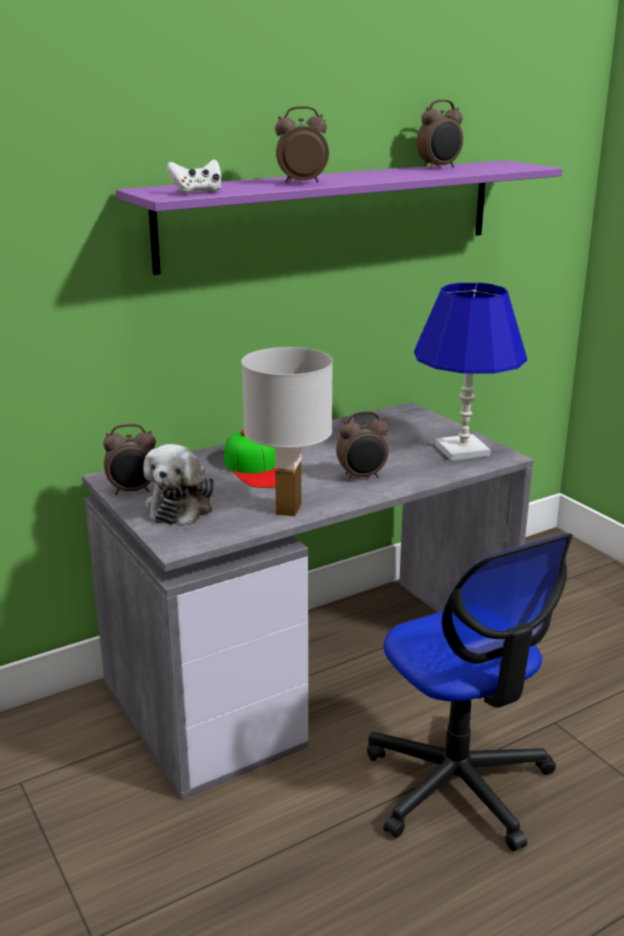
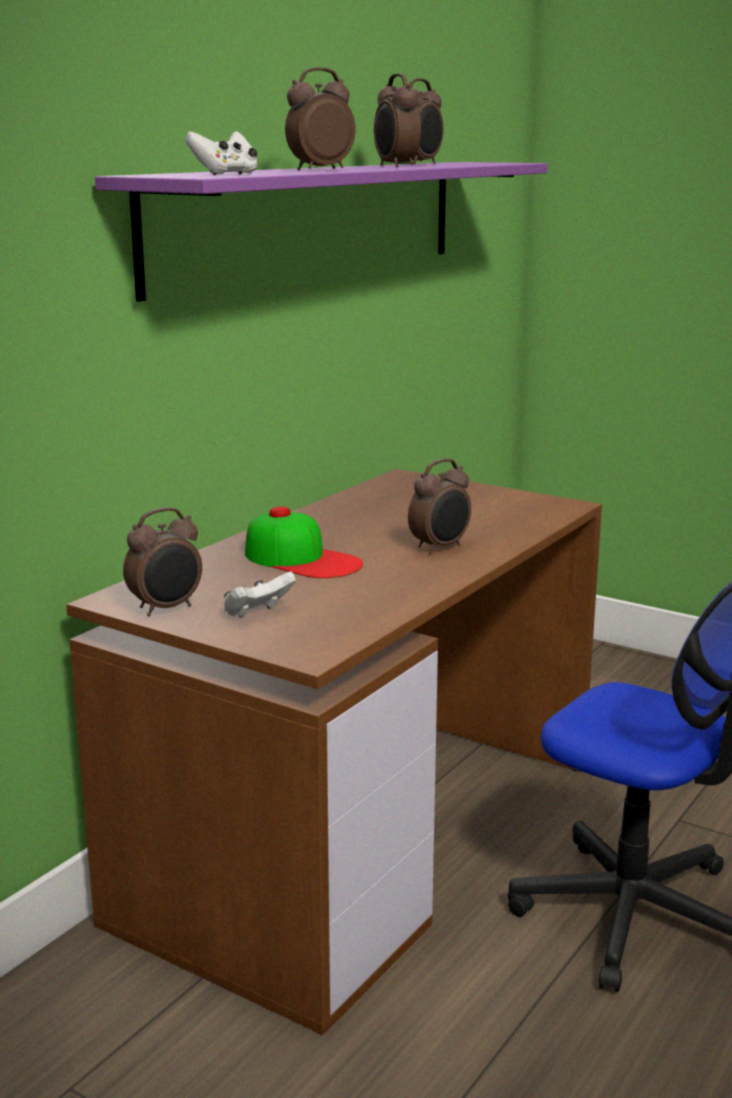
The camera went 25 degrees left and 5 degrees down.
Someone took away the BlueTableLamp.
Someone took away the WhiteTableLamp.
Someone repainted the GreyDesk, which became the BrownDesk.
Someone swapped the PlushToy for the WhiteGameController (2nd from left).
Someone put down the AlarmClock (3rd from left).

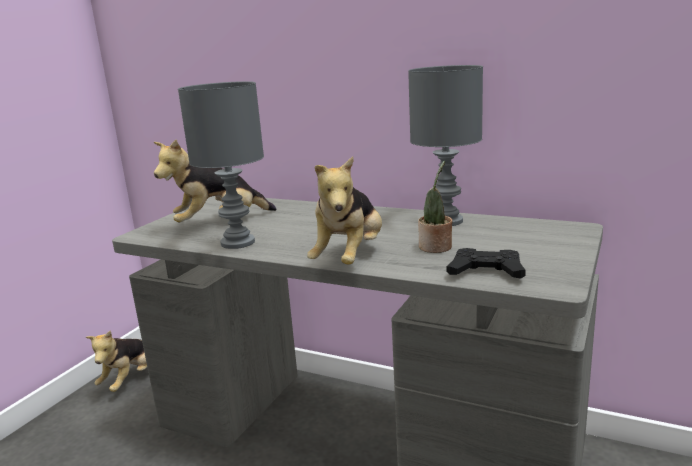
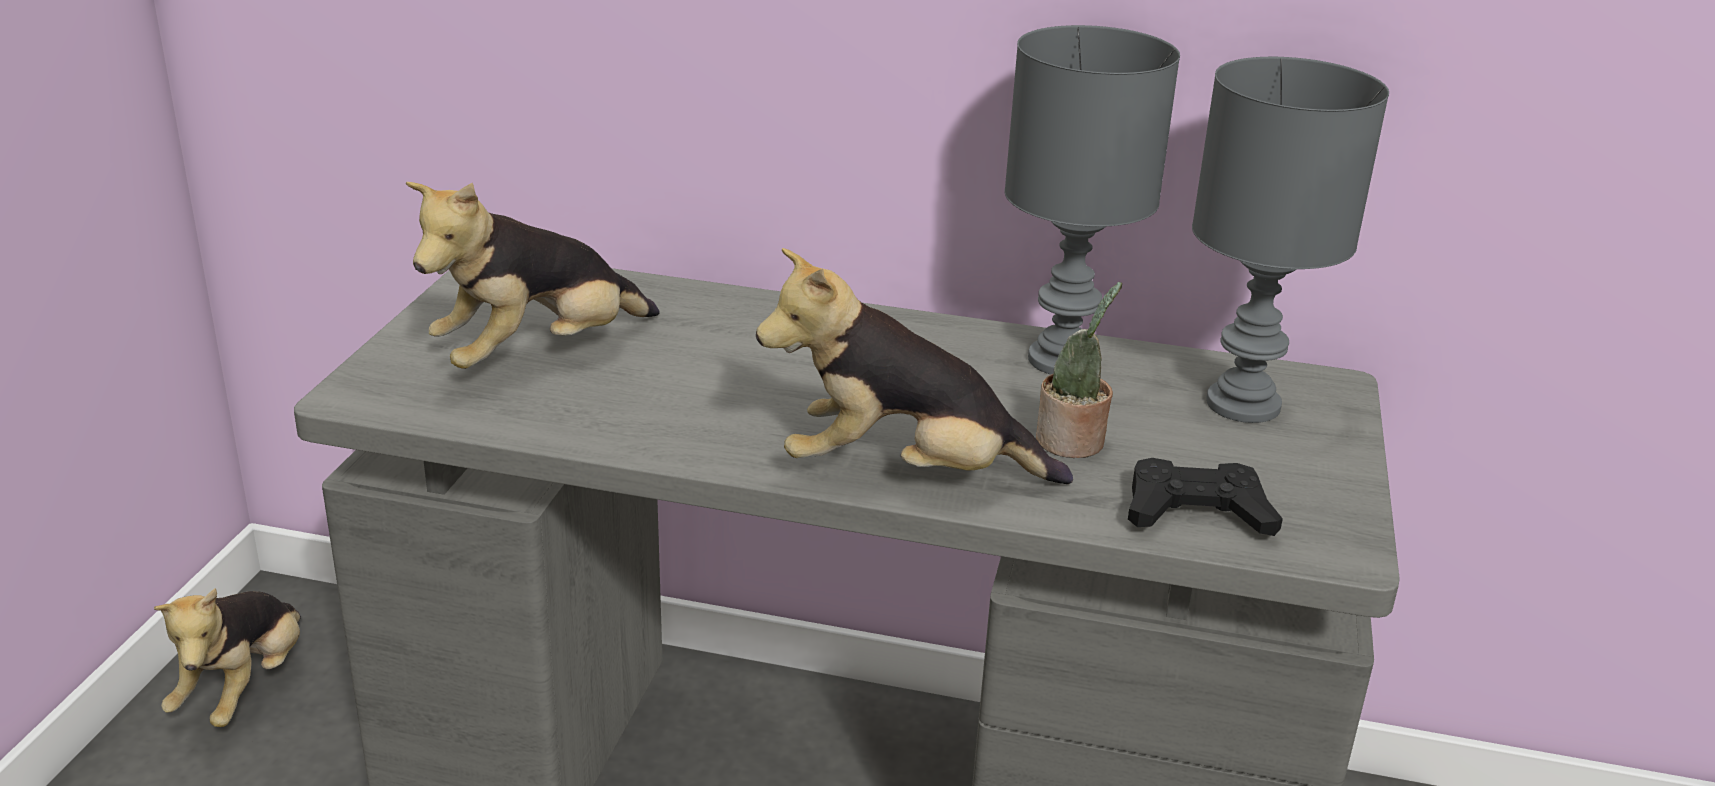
The camera went 15 degrees left and 10 degrees up.
Someone carried the GreyTableLamp (1st from left in the first image).
Someone rotated the PlushToy (3rd from left) by 90 degrees clockwise.

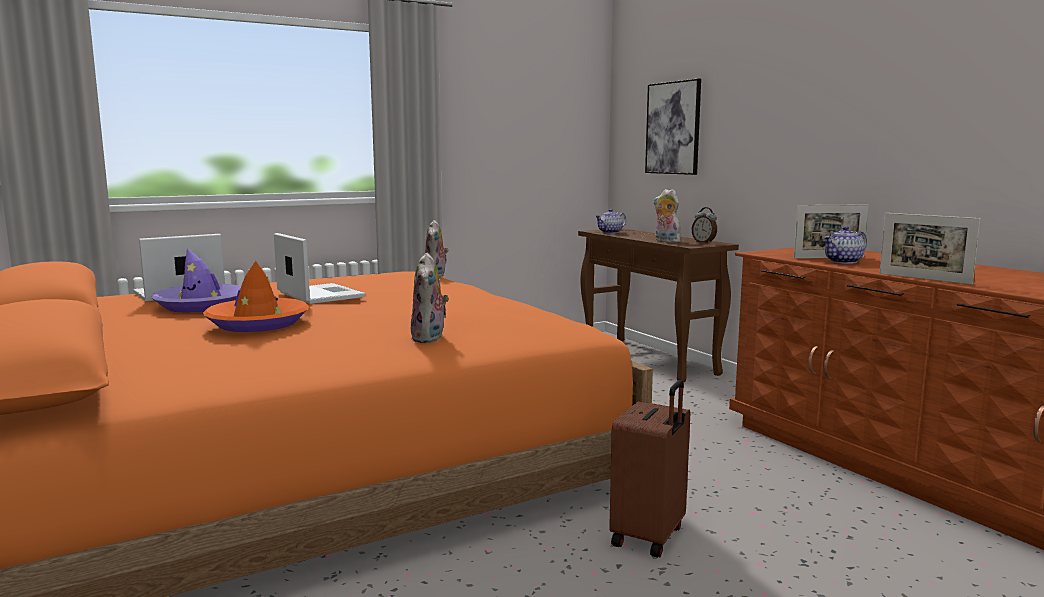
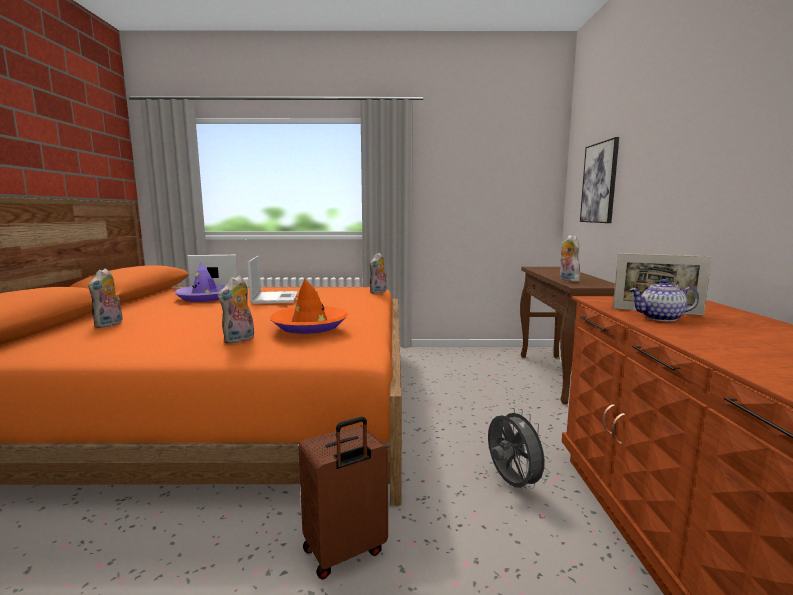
The camera went 30 degrees right and 0 degrees up.
Someone took away the AlarmClock.
Someone took away the Teapot (1st from left).
Someone took away the PictureFrame (2nd from left).
Someone carried the OrangeHat.
Someone put down the PlushToy (1st from left).
Someone put down the GreyFan.

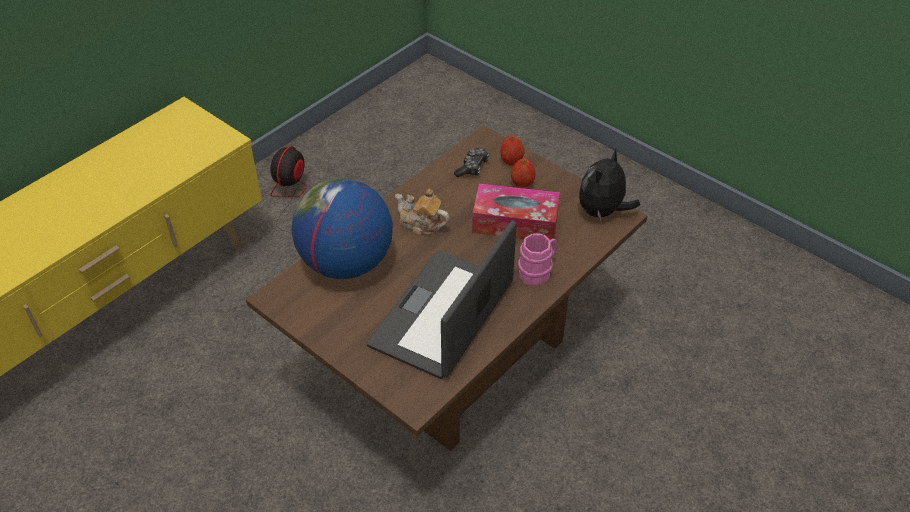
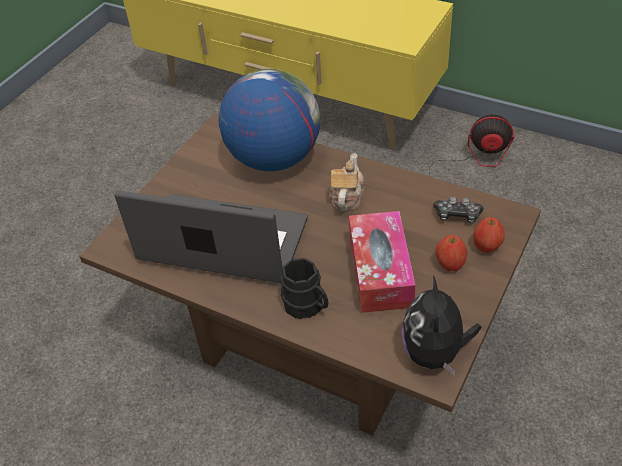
The camera went 80 degrees right and 0 degrees up.
Someone rotated the PlushToy by 105 degrees counterclockwise.
Someone repainted the PinkMug, which became the BlackMug.

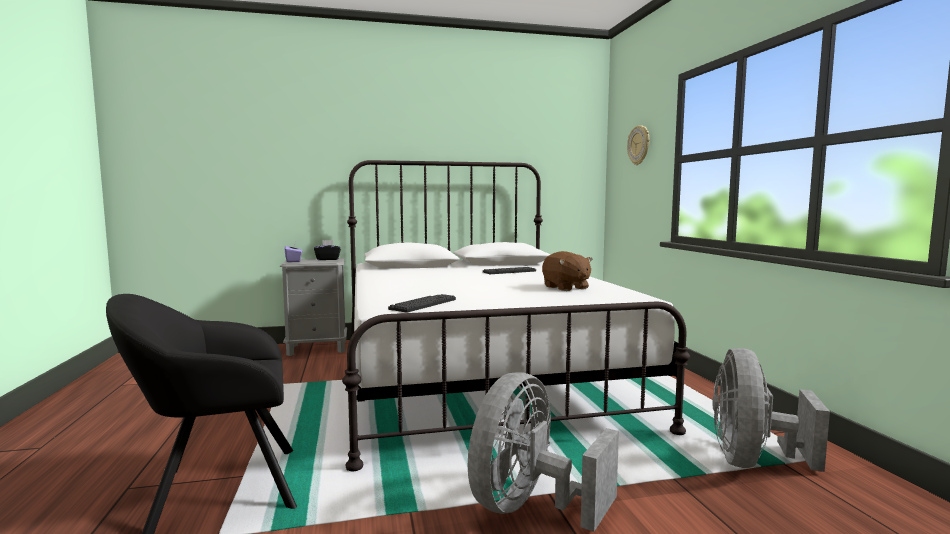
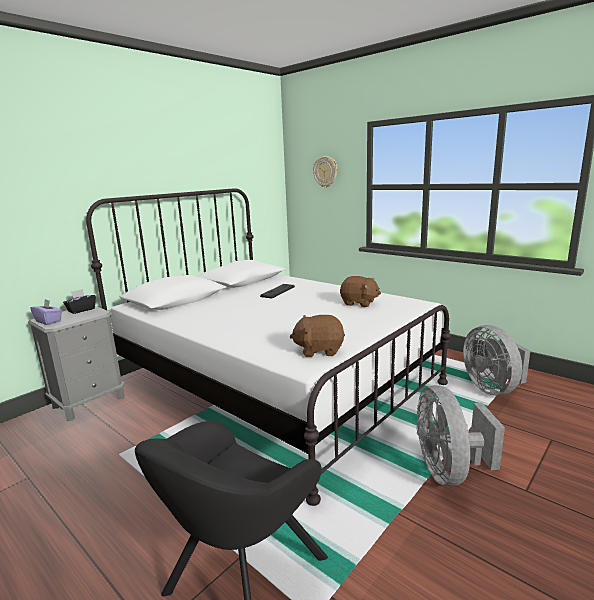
The camera went 35 degrees left and 10 degrees up.
Someone swapped the Keyboard (1st from left) for the BrownPlushToy (1st from left).

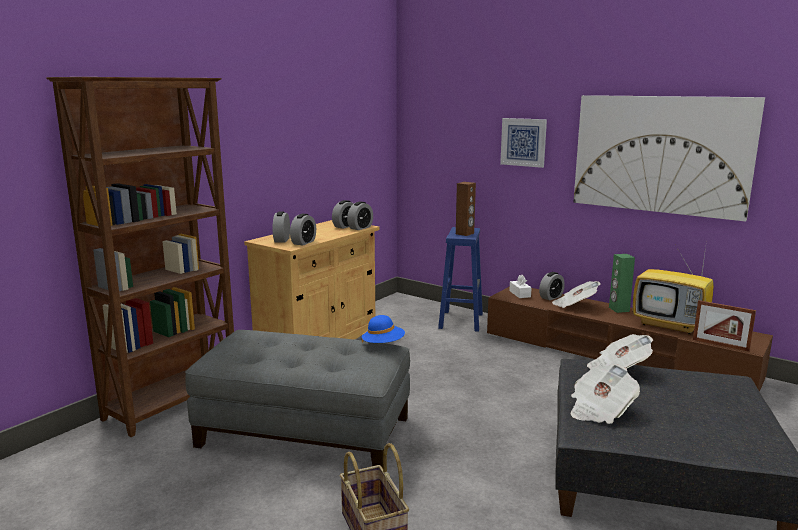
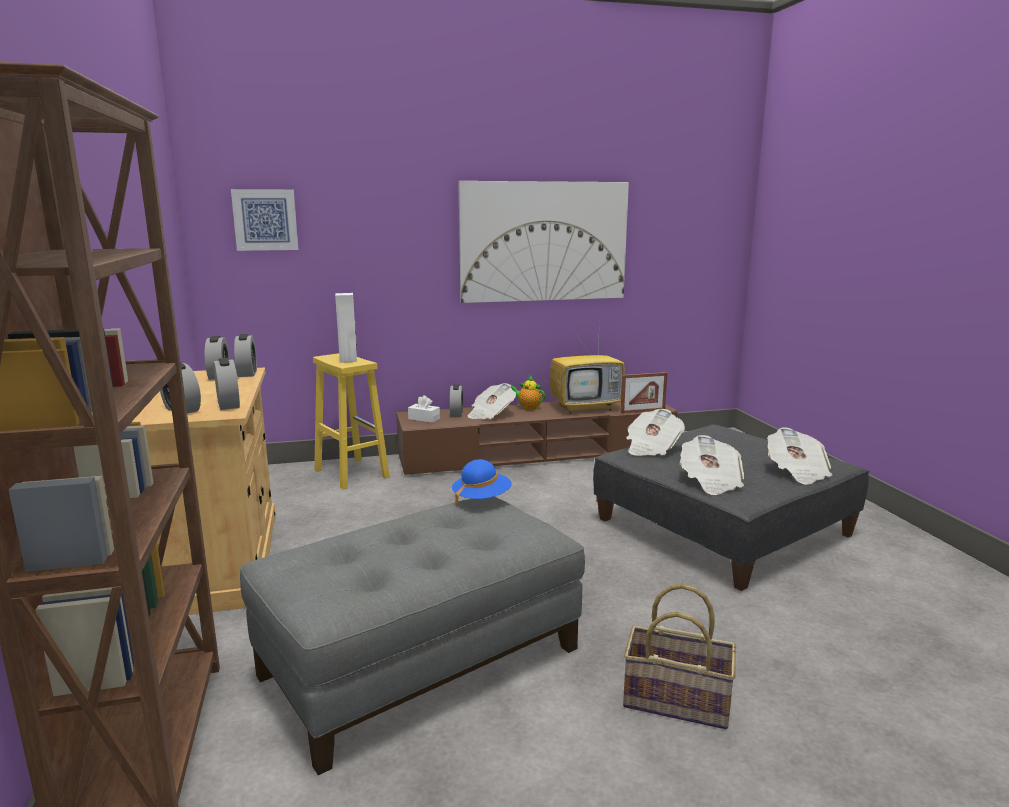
The camera went 50 degrees left and 0 degrees up.
Someone carried the Picture (1st from left).
Someone repainted the BrownSpeaker, which became the WhiteSpeaker.
Someone repainted the BlueStool, which became the YellowStool.
Someone swapped the GreenSpeaker for the Teapot.
Someone put down the Newspaper (4th from left).

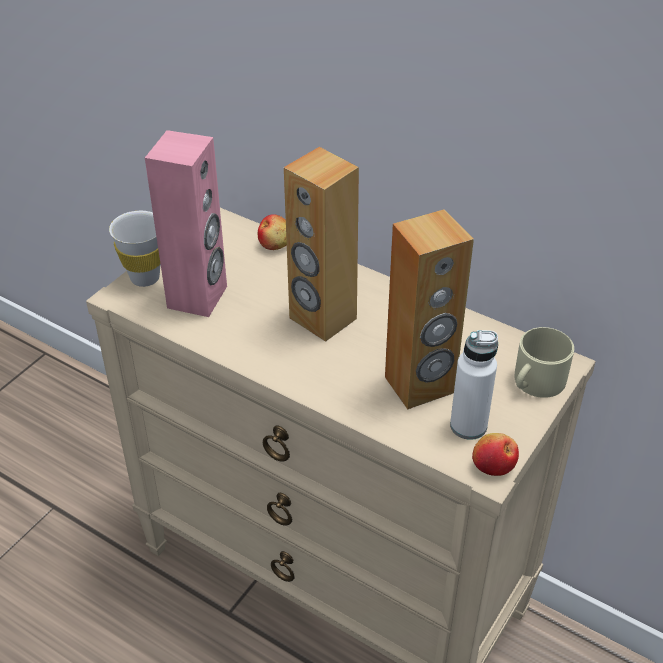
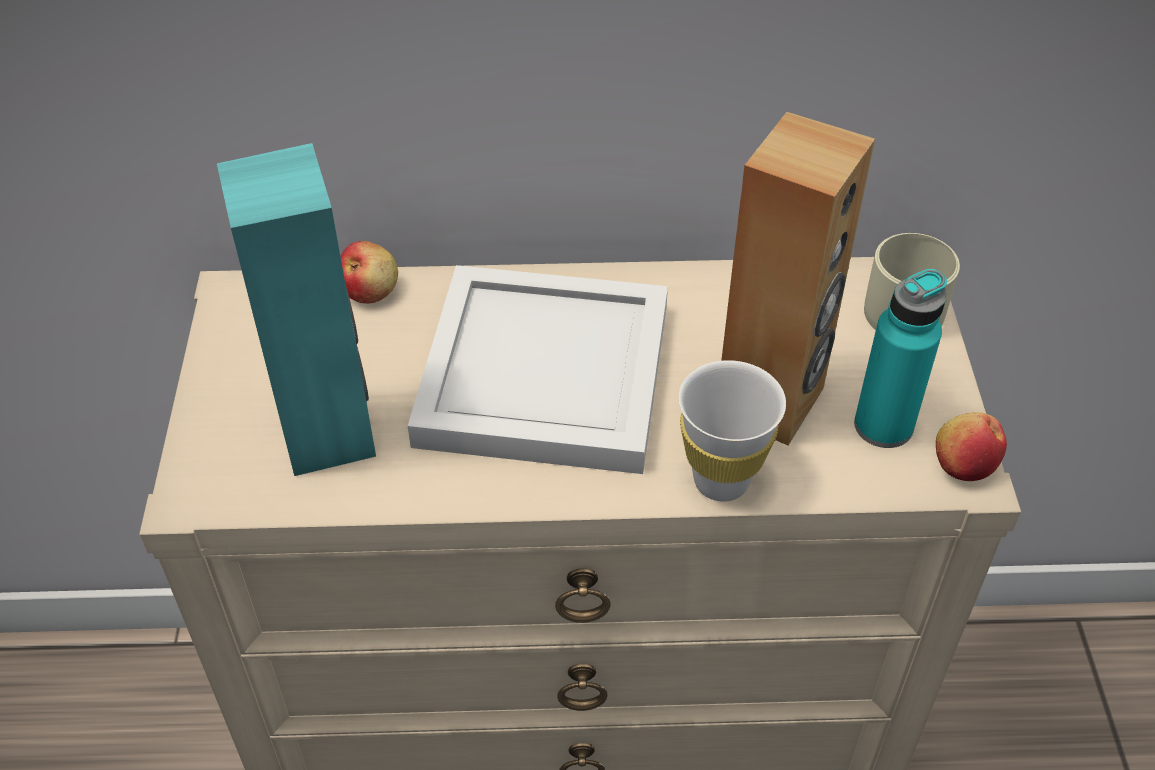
The camera went 35 degrees left and 5 degrees up.
Someone repainted the PinkSpeaker, which became the TurquoiseSpeaker.
Someone swapped the BrownSpeaker (1st from left) for the WhiteTray.
Someone carried the WhiteCup.
Someone repainted the WhiteBottle, which became the TurquoiseBottle.

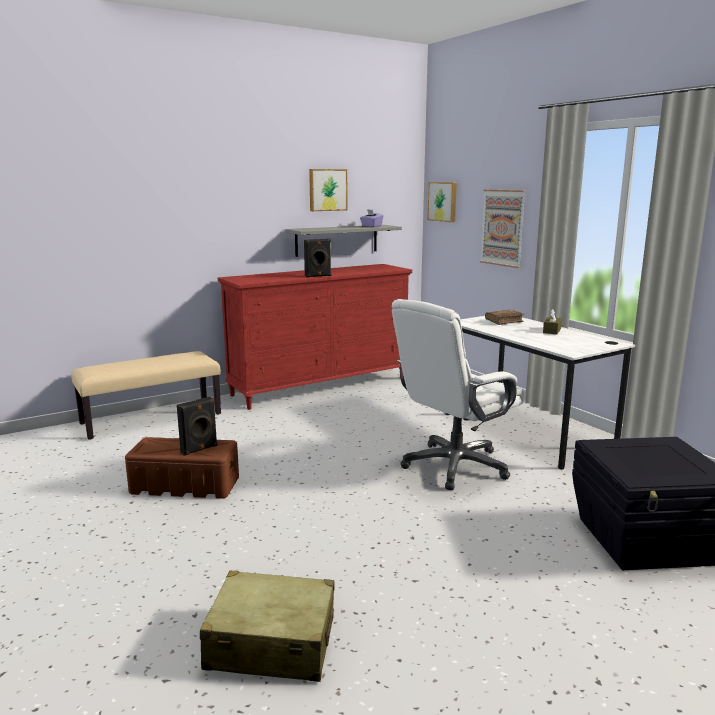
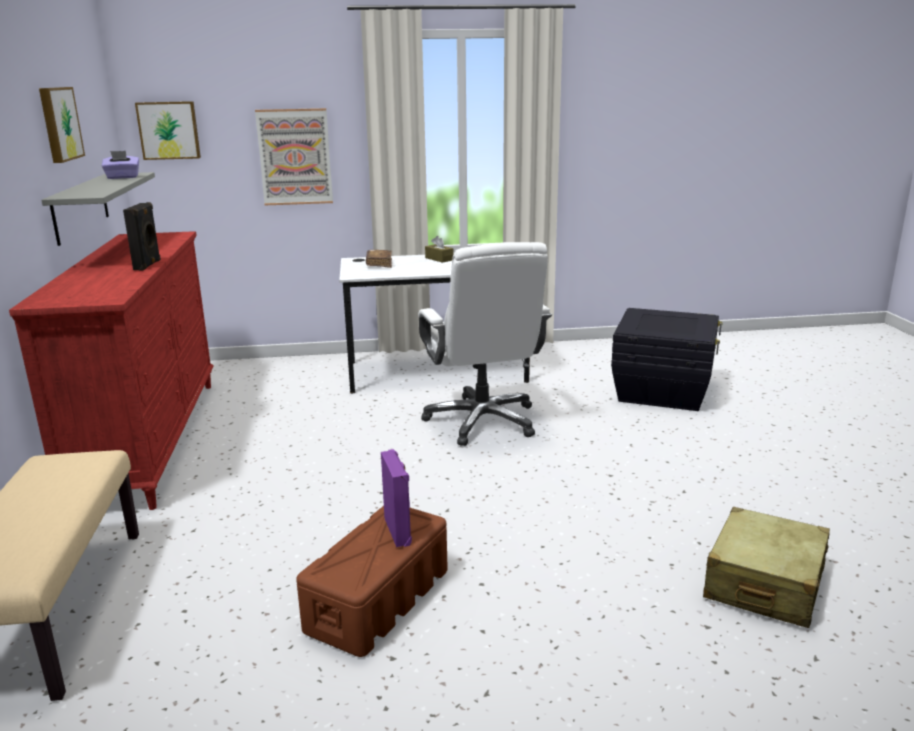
The camera went 65 degrees left and 5 degrees up.
Someone repainted the BlackSpeaker (1st from left), which became the PurpleSpeaker.

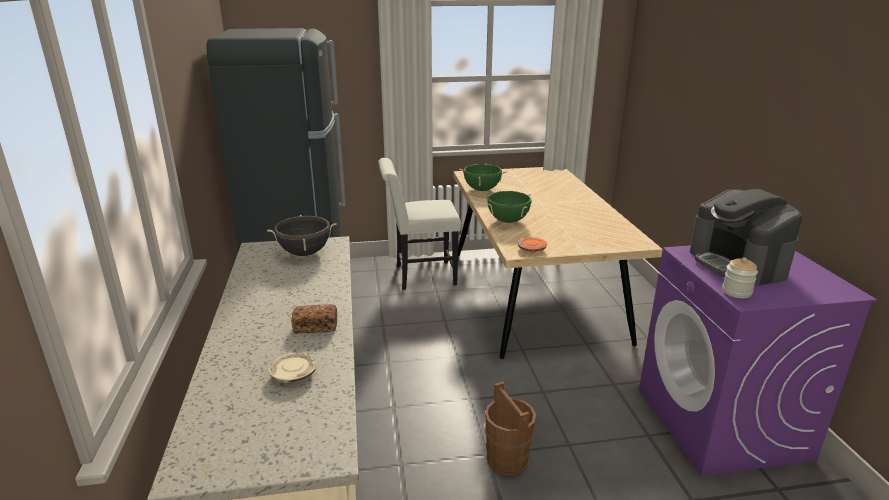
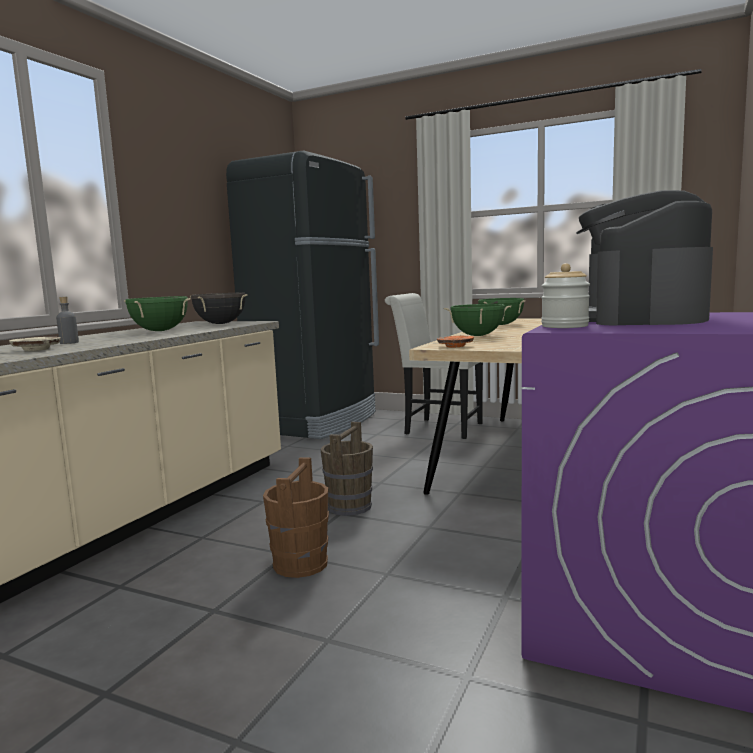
The camera went 35 degrees right and 15 degrees down.
Someone took away the Bread.
Someone put down the GreenCookingPot (1st from left).
Someone put down the GreyBottle.
Someone put down the BrownBucket (2nd from left).

